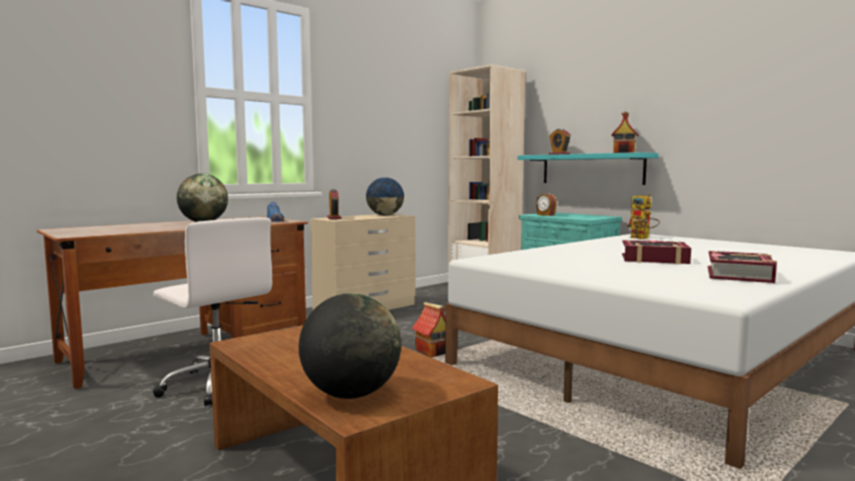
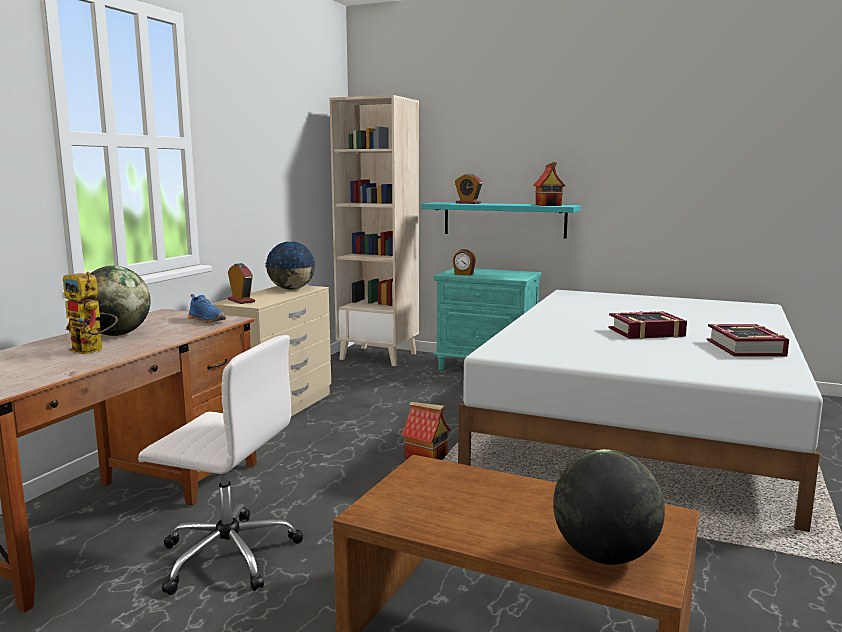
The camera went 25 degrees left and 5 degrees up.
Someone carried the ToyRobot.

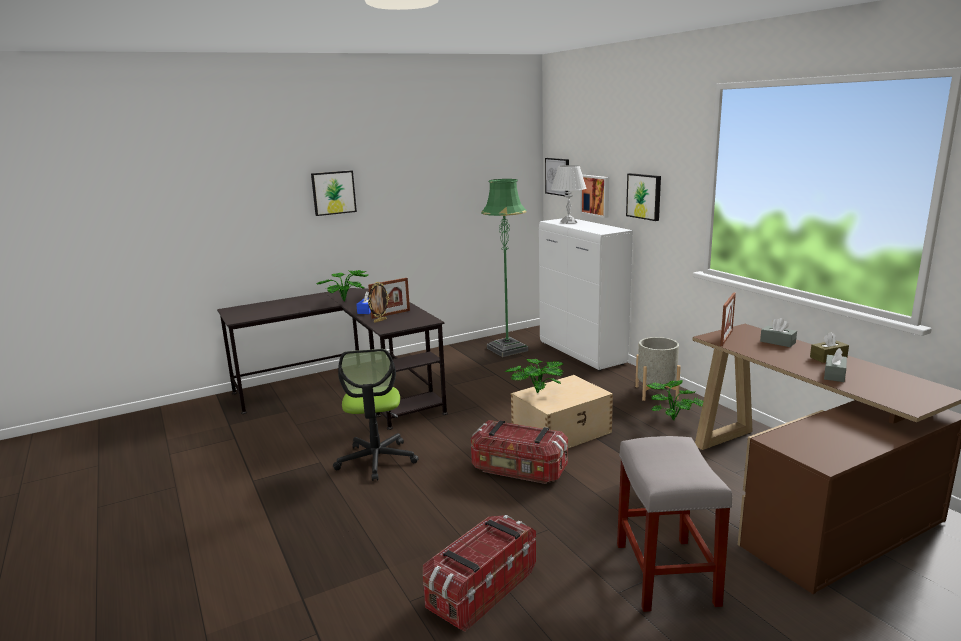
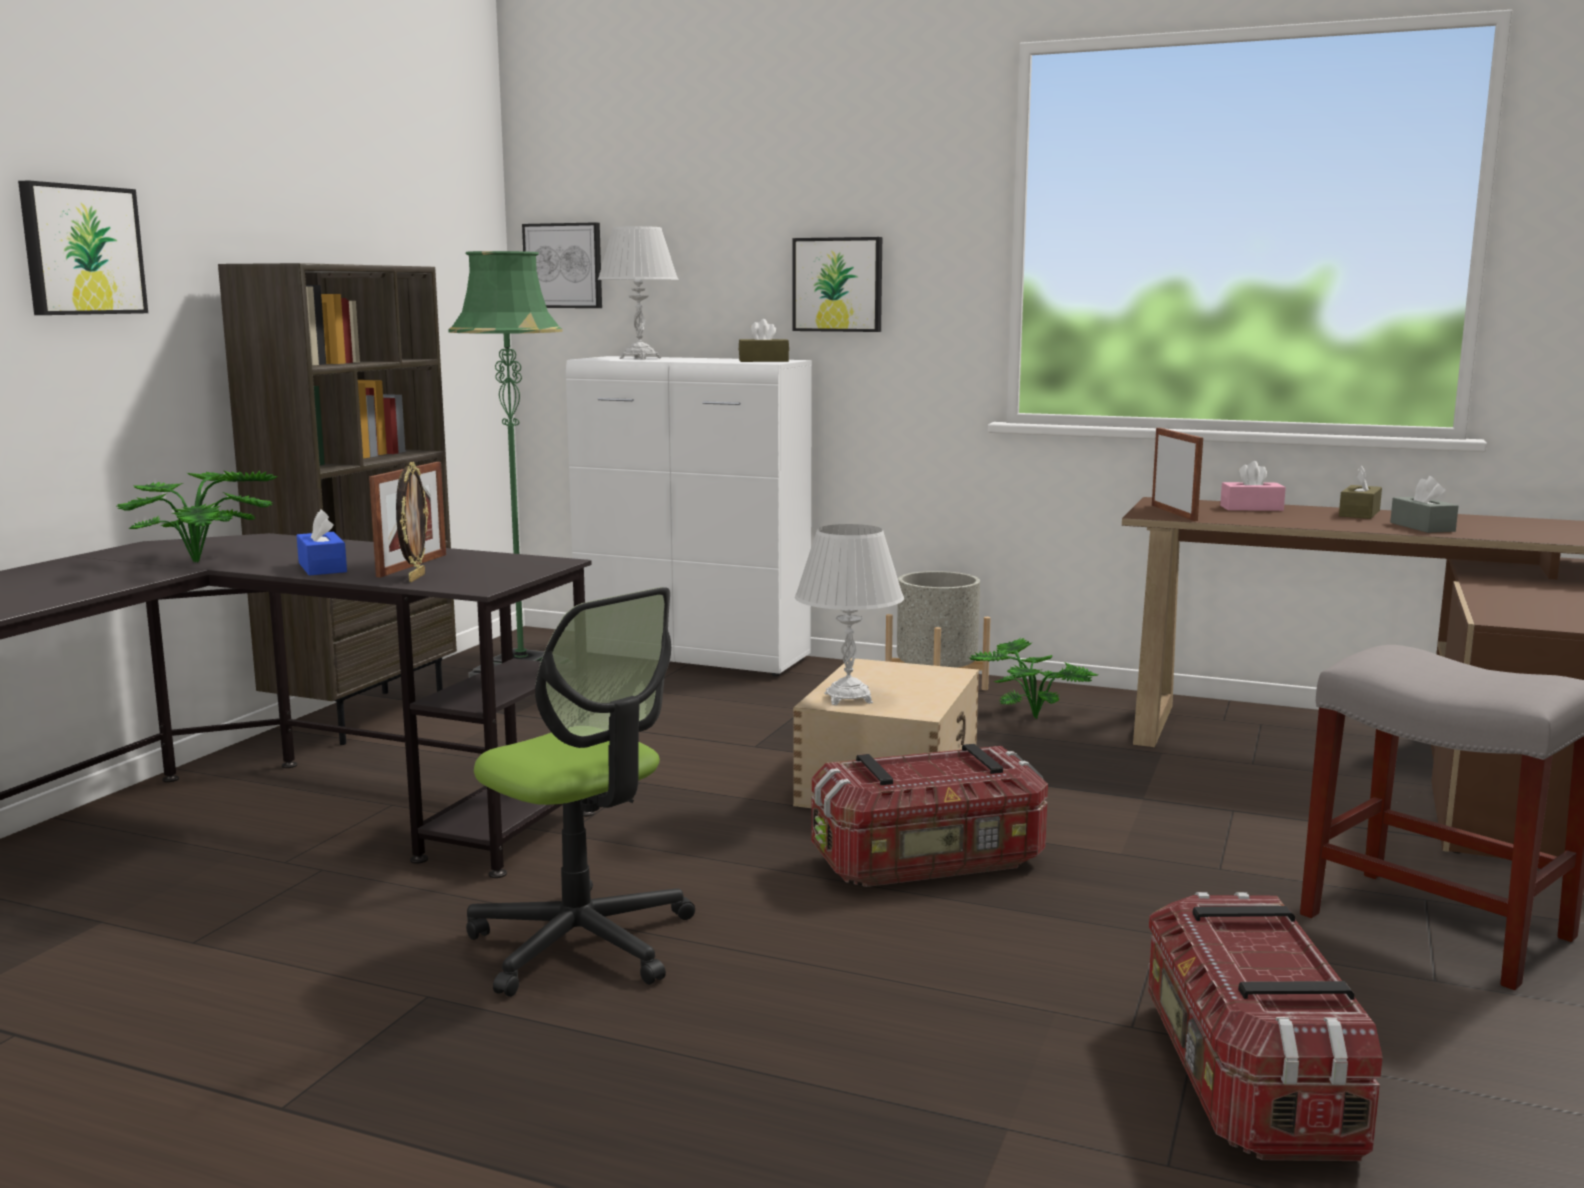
The camera went 40 degrees left and 5 degrees down.
Someone took away the Picture (3rd from left).
Someone repainted the GreyTissueBox (1st from left), which became the PinkTissueBox.
Someone swapped the PottedPlant (2nd from left) for the WhiteTableLamp (2nd from left).
Someone put down the BrownBookcase.
Someone put down the BrownTissueBox (1st from left).

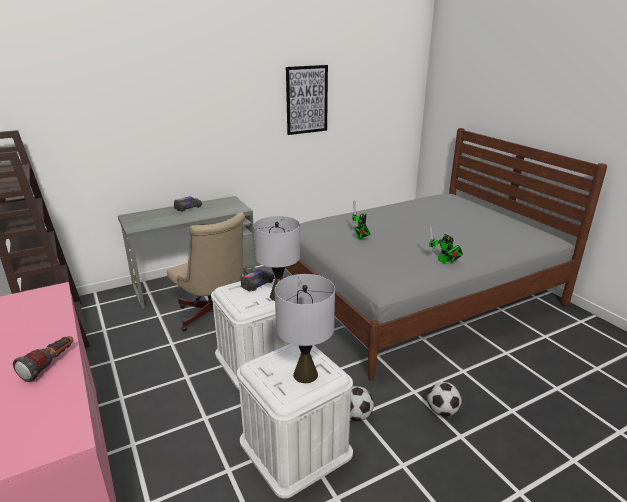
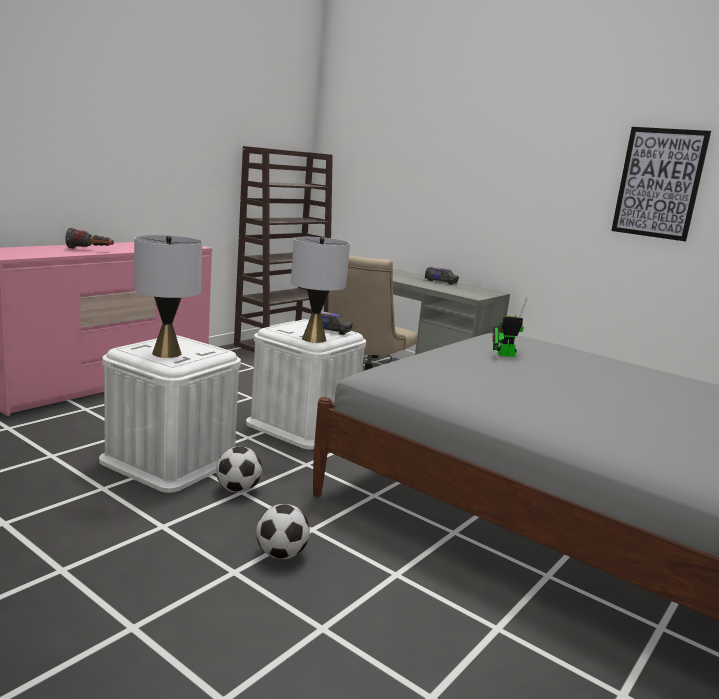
The camera went 65 degrees right and 10 degrees down.
Someone took away the ToyRobot (2nd from left).

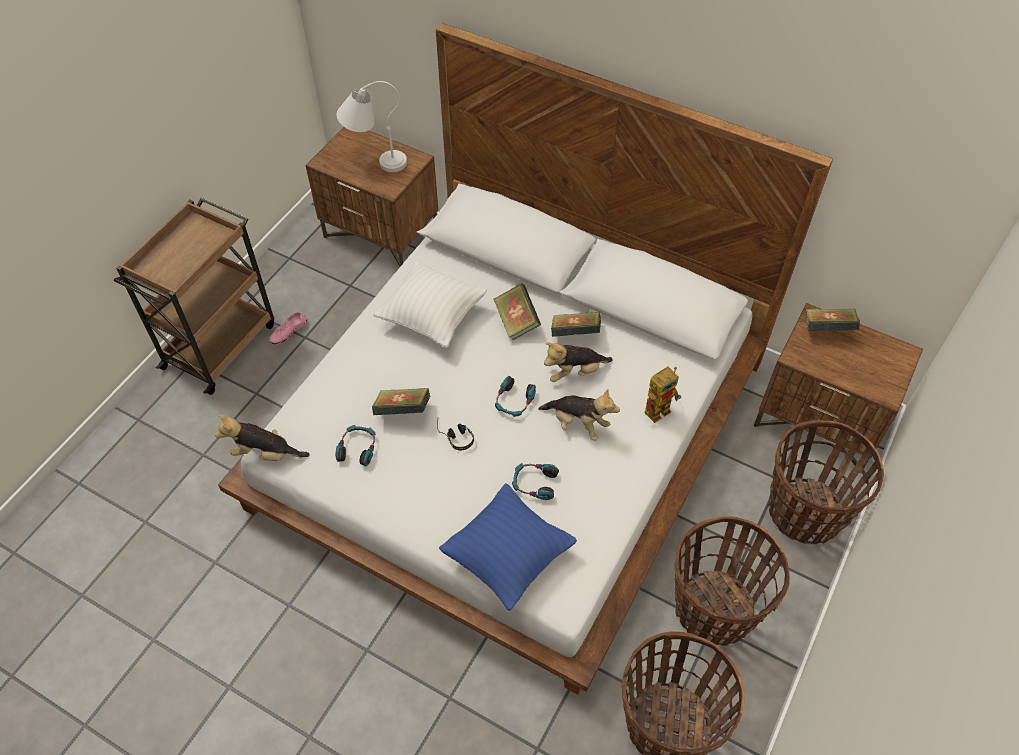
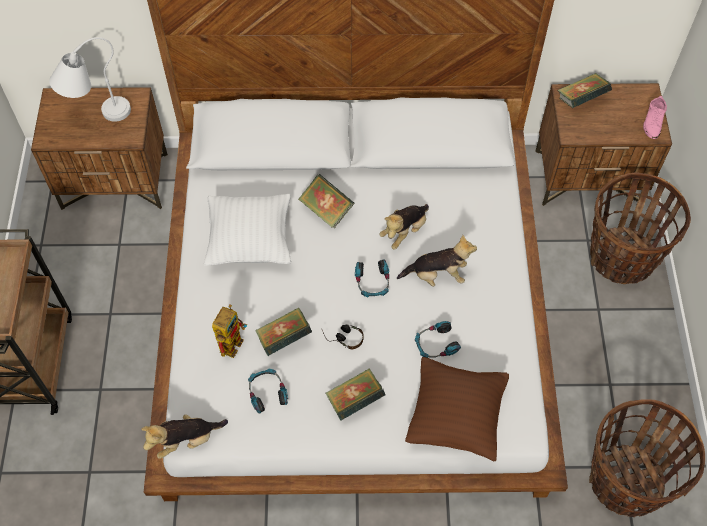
The camera went 30 degrees left and 5 degrees up.
Someone carried the PinkShoe.
Someone carried the Book (3rd from left).
Someone carried the ToyRobot.
Someone repainted the BluePillow, which became the BrownPillow.
Someone took away the Basket (2nd from left).

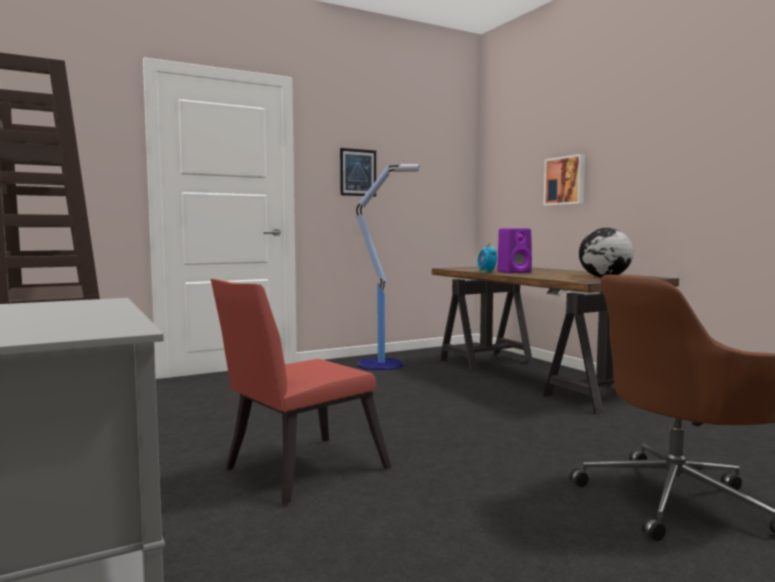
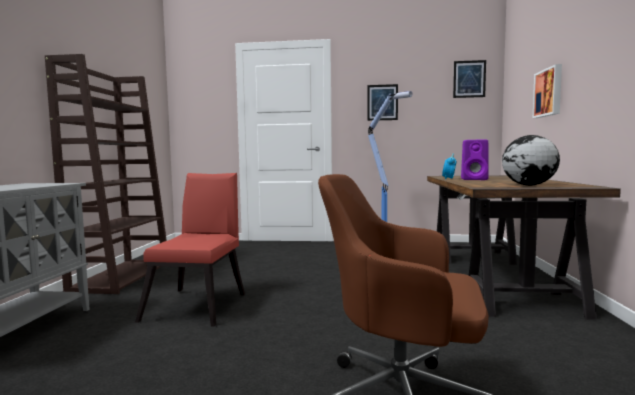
The camera went 35 degrees right and 0 degrees up.
Someone rotated the RedChair by 105 degrees clockwise.
Someone put up the Picture (2nd from left).

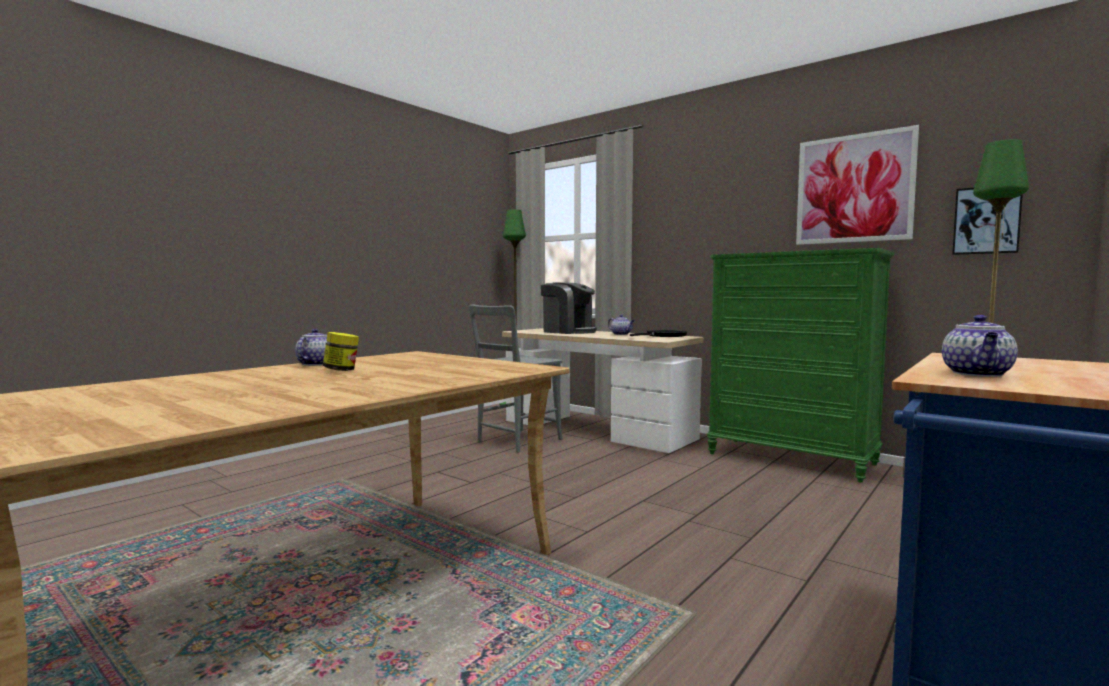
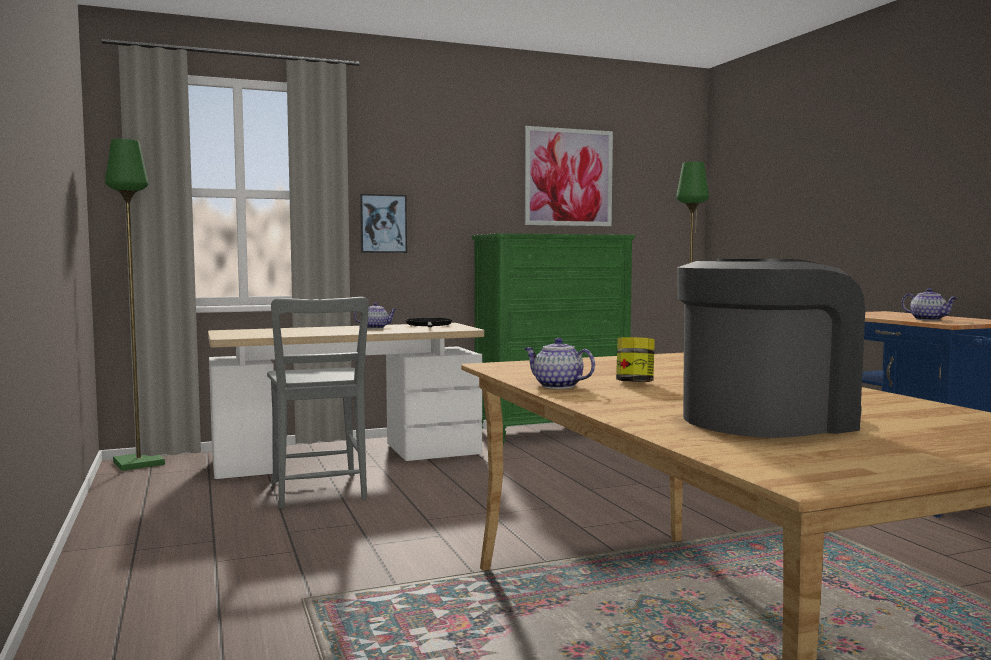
The camera went 60 degrees left and 0 degrees up.
Someone carried the Picture (2nd from left in the first image).
Someone carried the CoffeeMachine.

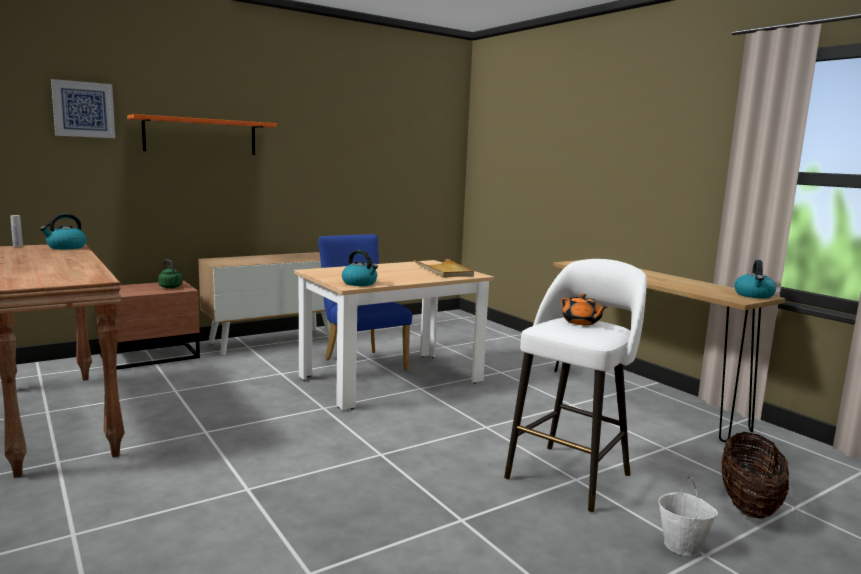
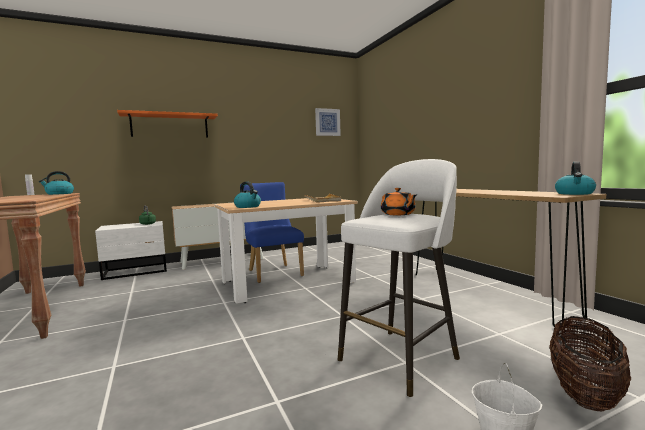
The camera went 10 degrees right and 5 degrees down.
Someone carried the Picture.
Someone repainted the BrownNightstand, which became the WhiteNightstand.

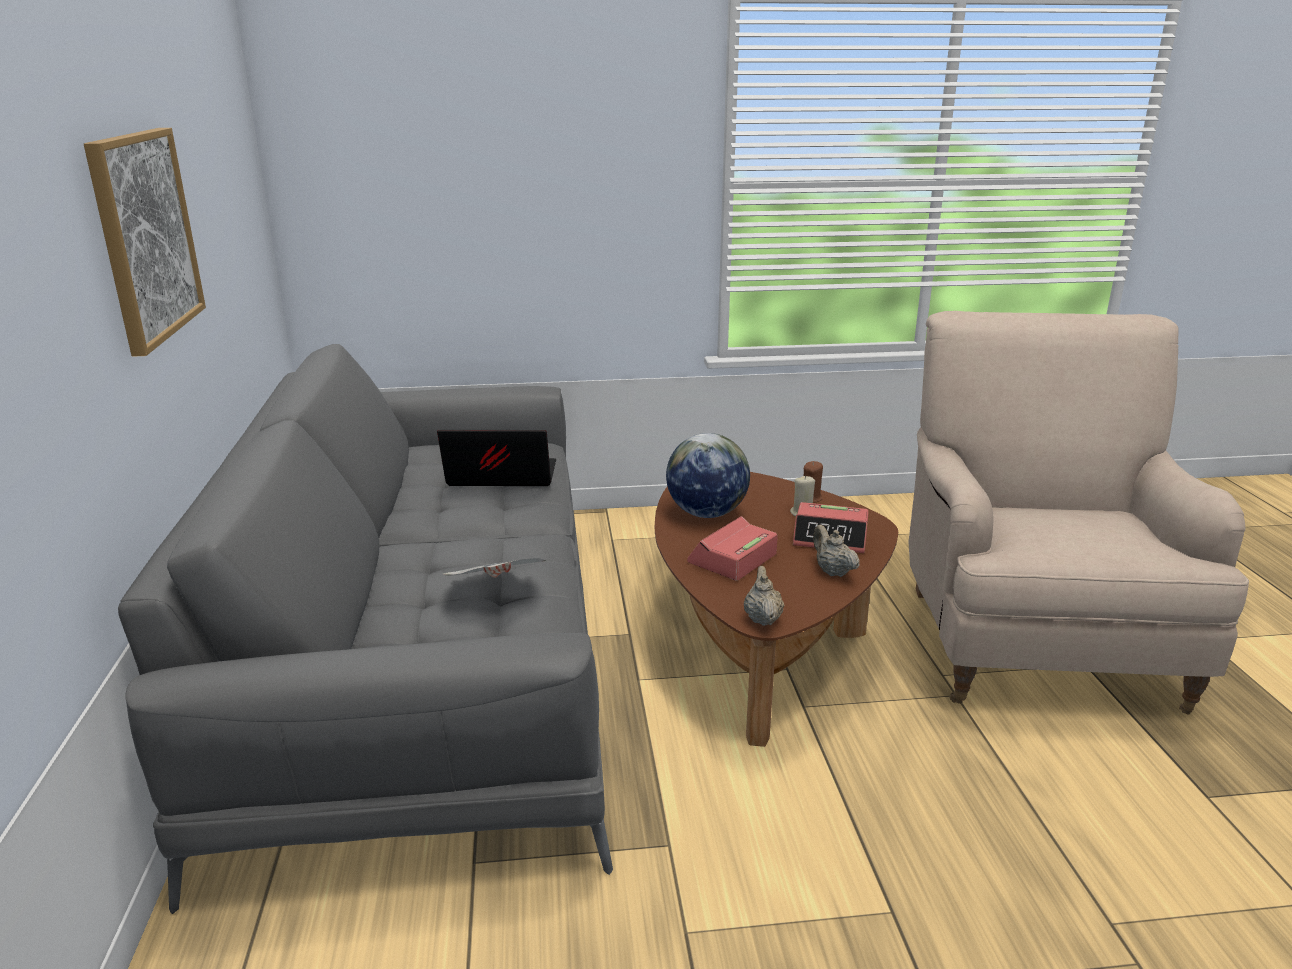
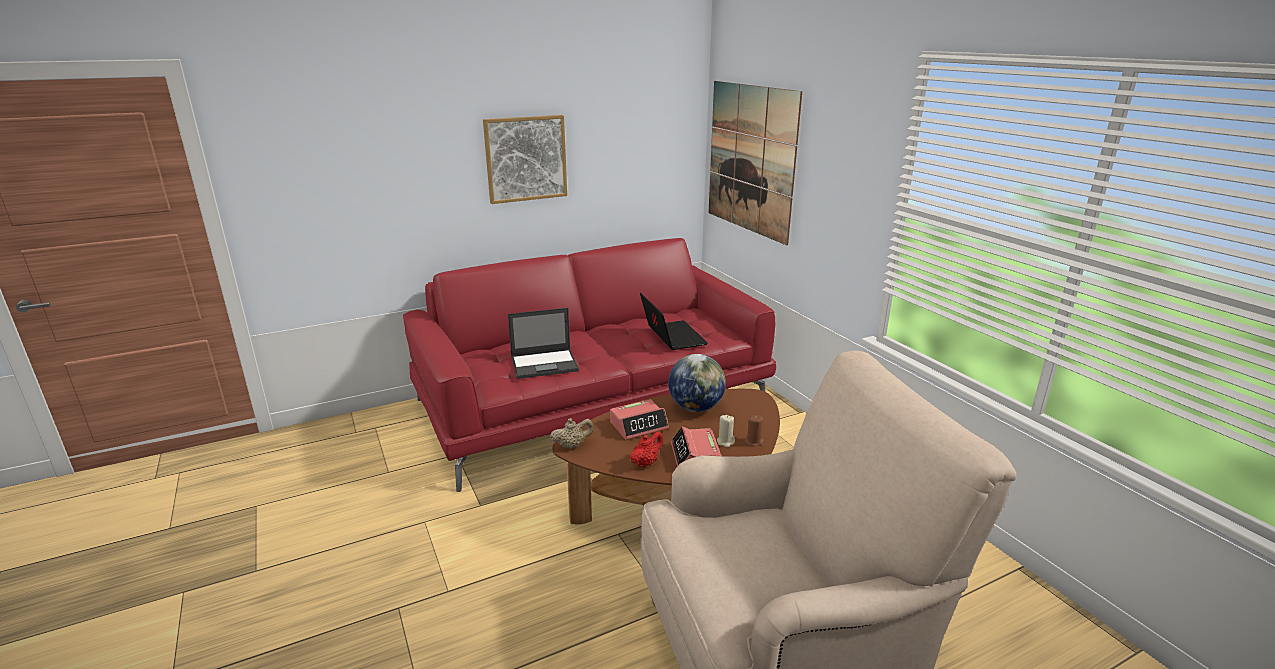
The camera went 70 degrees right and 0 degrees up.
Someone repainted the GreySofa, which became the RedSofa.
Someone rotated the AlarmClock (1st from left) by 135 degrees clockwise.
Someone repainted the BeigeTeapot (2nd from left), which became the RedTeapot.
Someone swapped the Newspaper for the Laptop (1st from left).
Someone put up the Picture (2nd from left).

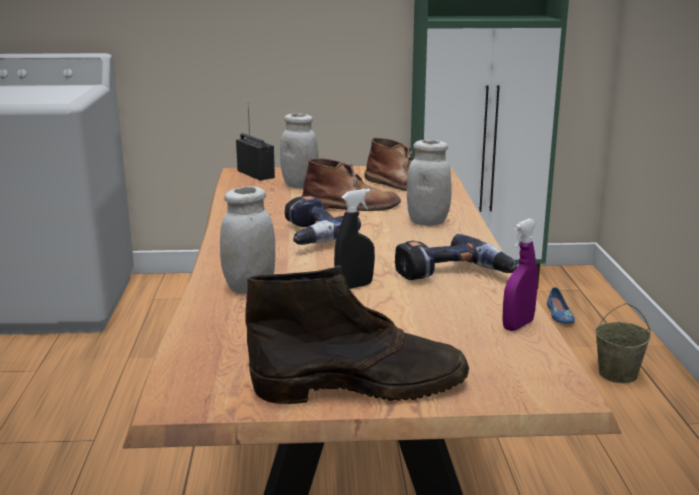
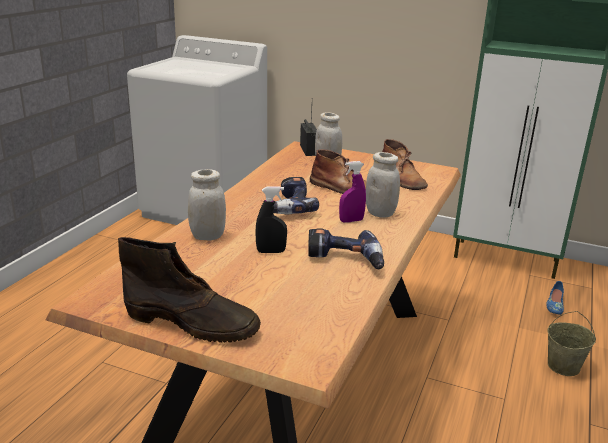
The camera went 25 degrees right and 5 degrees up.
Someone carried the PurpleSprayBottle.

